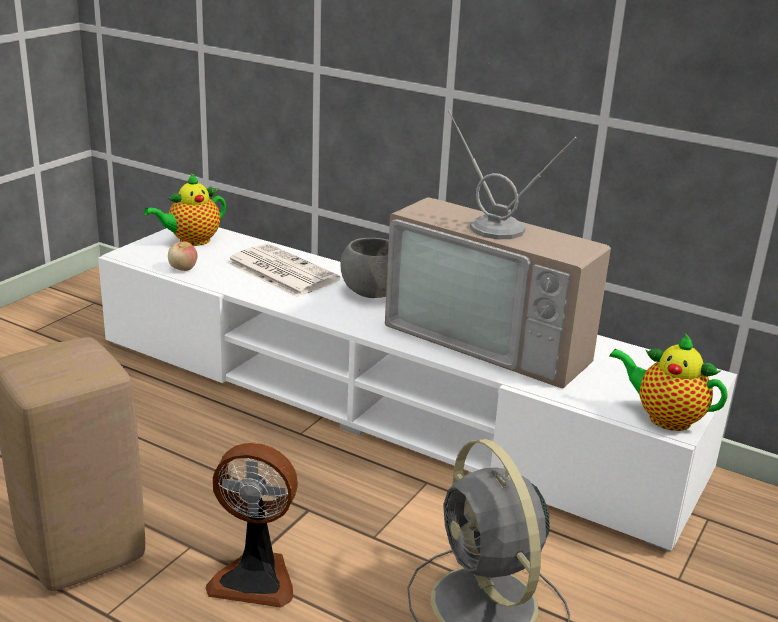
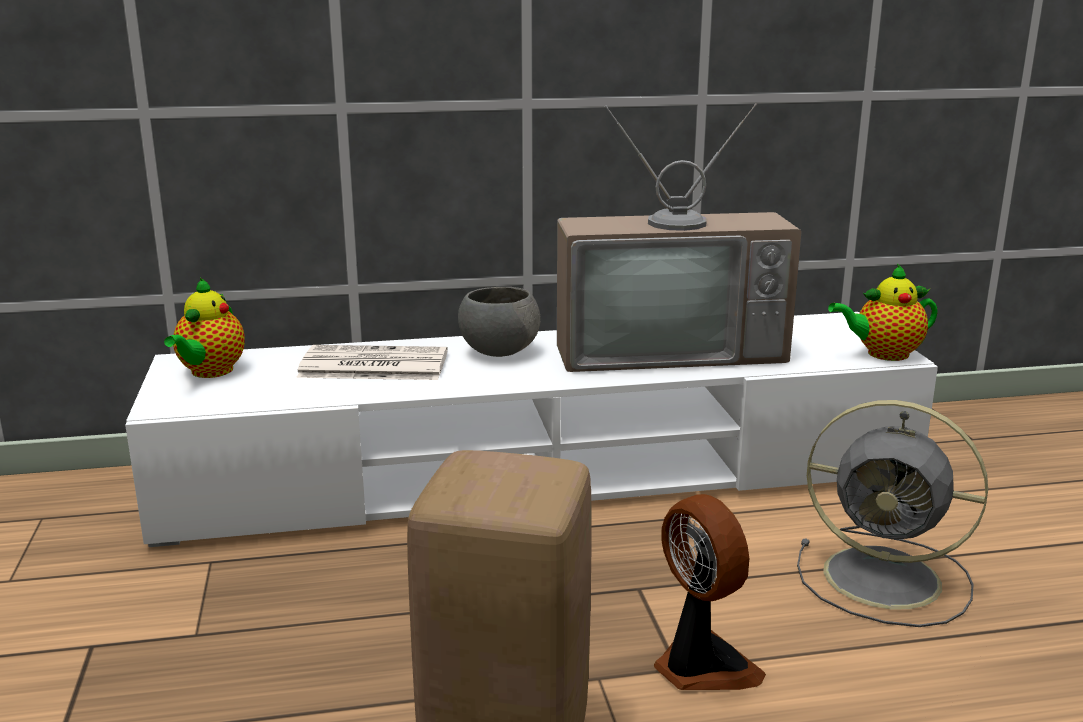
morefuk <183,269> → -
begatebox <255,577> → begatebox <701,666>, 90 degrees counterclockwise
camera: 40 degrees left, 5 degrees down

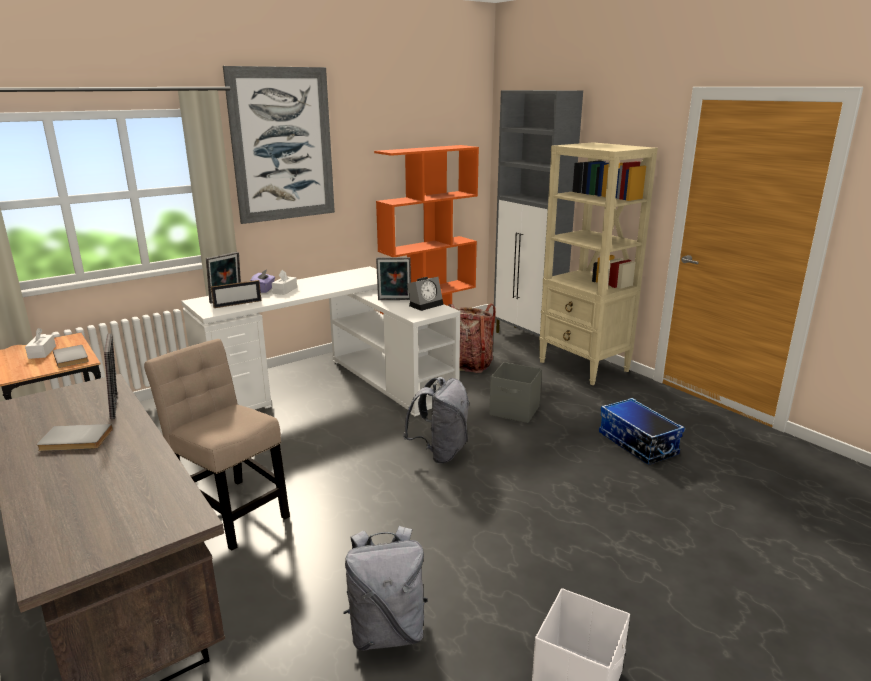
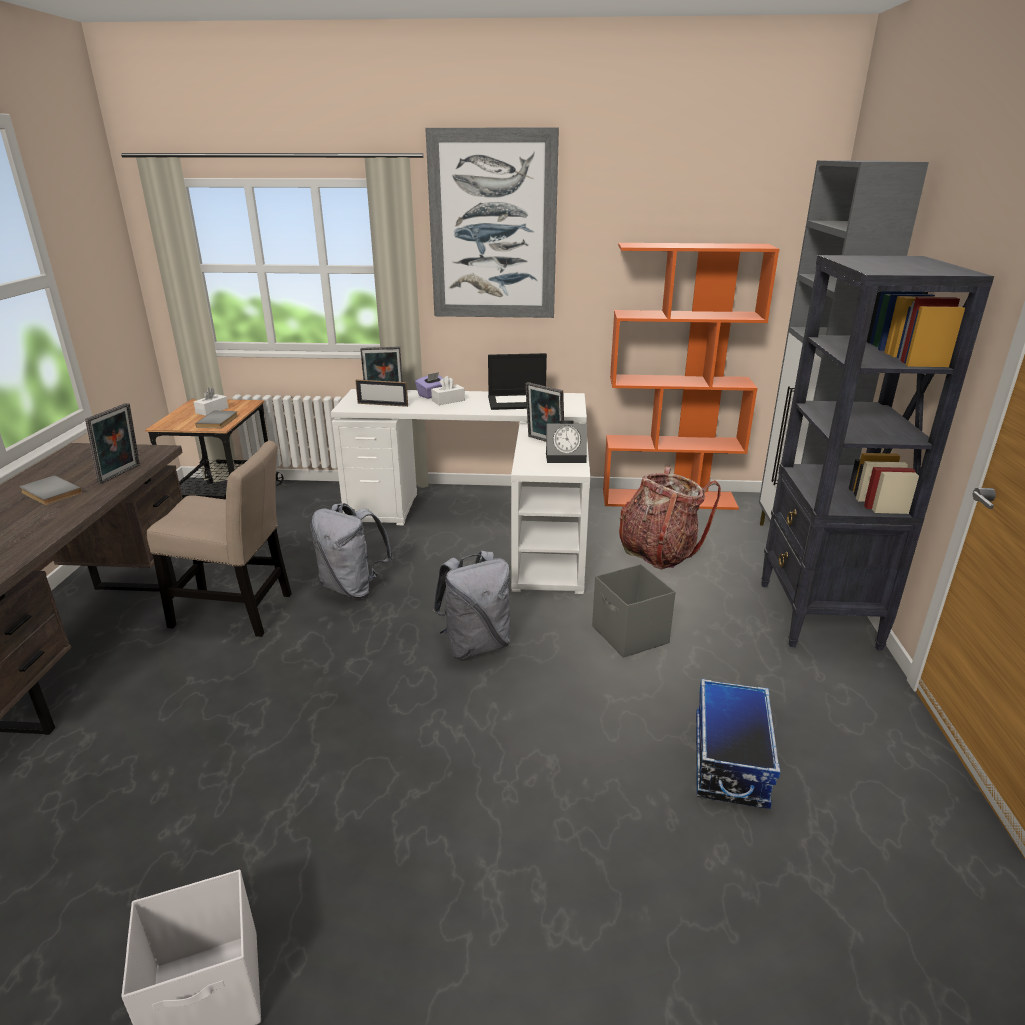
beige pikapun <584,367> → black pikapun <817,616>
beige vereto <230,510> → beige vereto <237,612>, 105 degrees clockwise
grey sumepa <387,631> → grey sumepa <353,588>, move
- → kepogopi <519,401>
camera: 40 degrees right, 5 degrees up

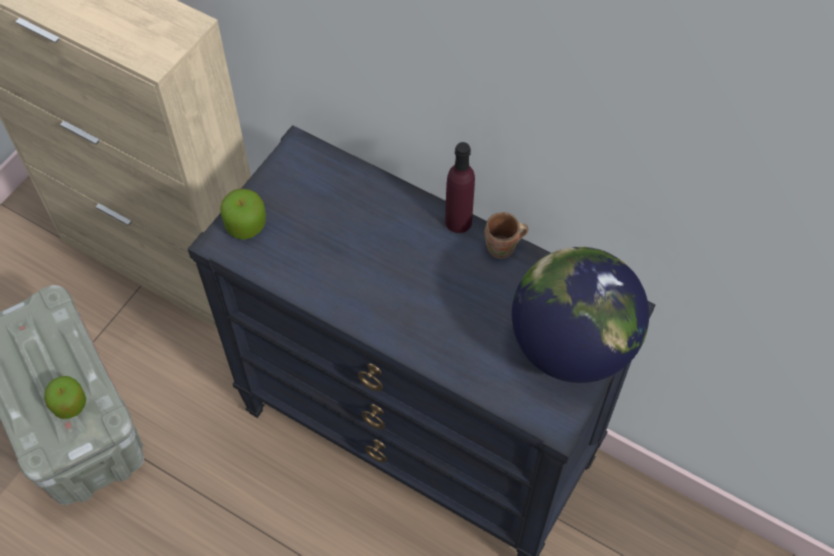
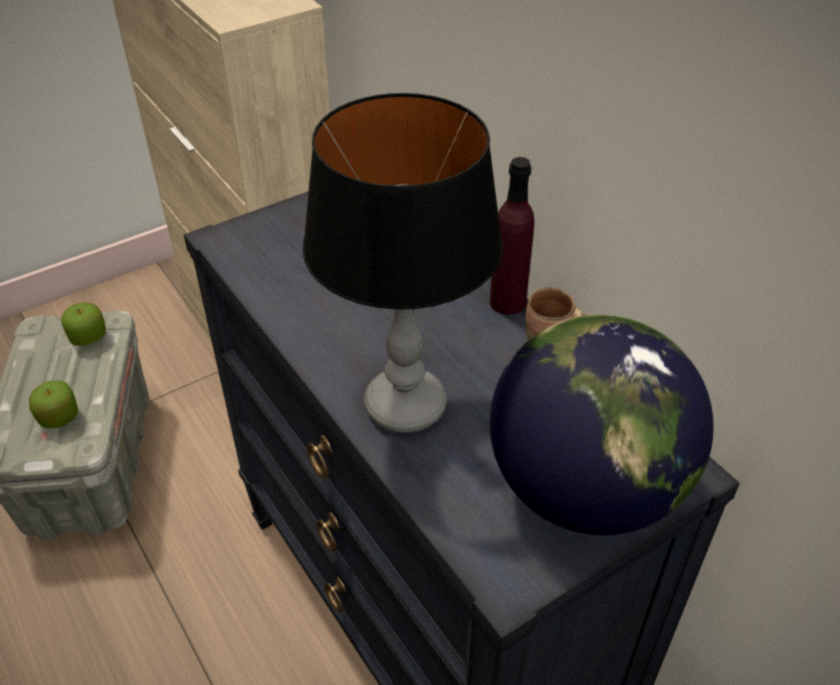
morefuk <246,225> → morefuk <88,337>, move
- → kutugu <406,406>
camera: 25 degrees right, 15 degrees down

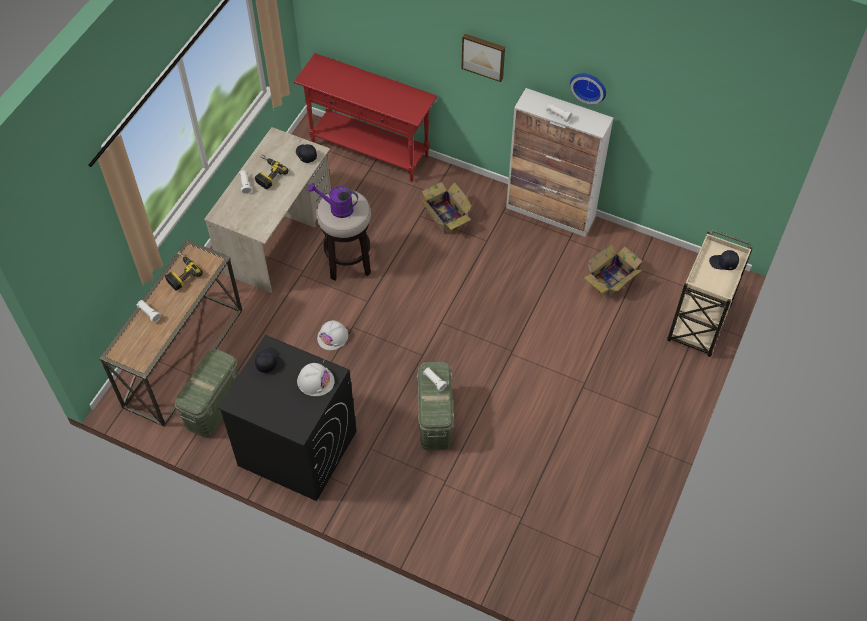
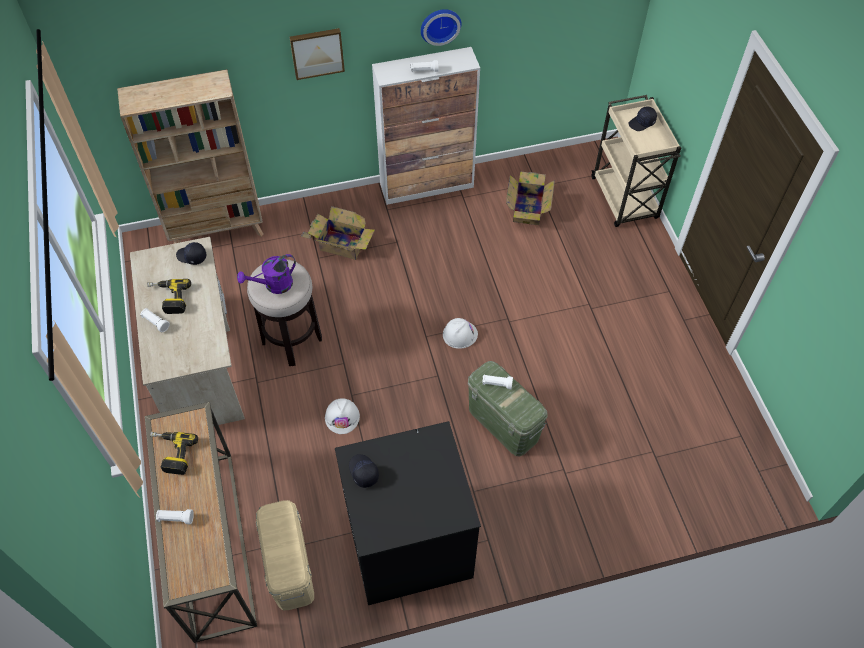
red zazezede <370,151> → beige pikapun <217,231>
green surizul <214,407> → beige surizul <290,568>
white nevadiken <315,381> → white nevadiken <460,334>, move
camera: 40 degrees left, 0 degrees up

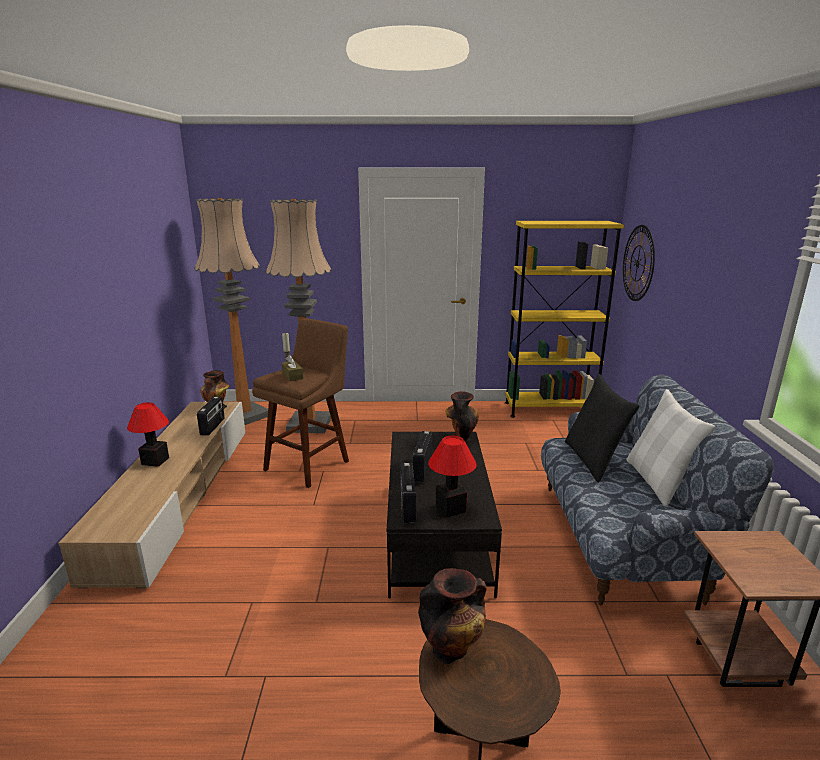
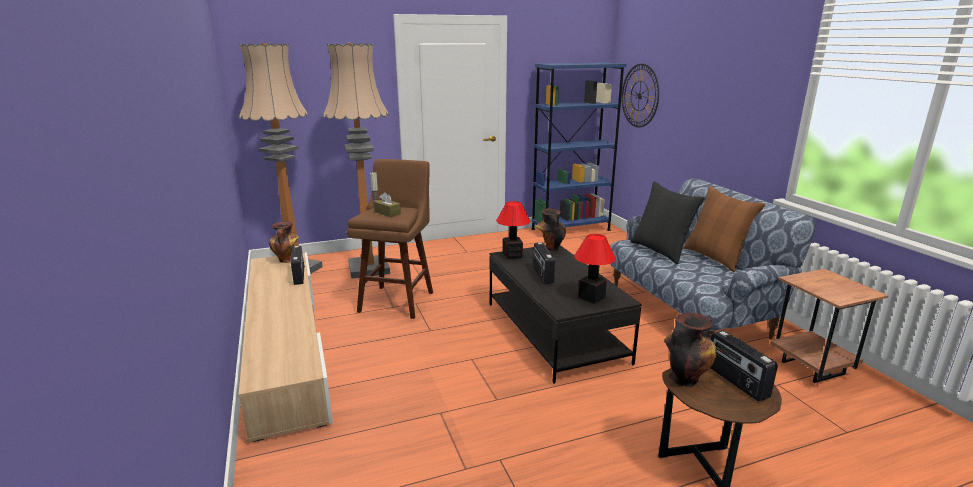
yellow pikapun <549,409> → blue pikapun <570,229>
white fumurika <657,482> → brown fumurika <715,258>
kutugu <155,461> → kutugu <512,255>, move
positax <407,506> → positax <736,381>, move
camera: 20 degrees left, 0 degrees up

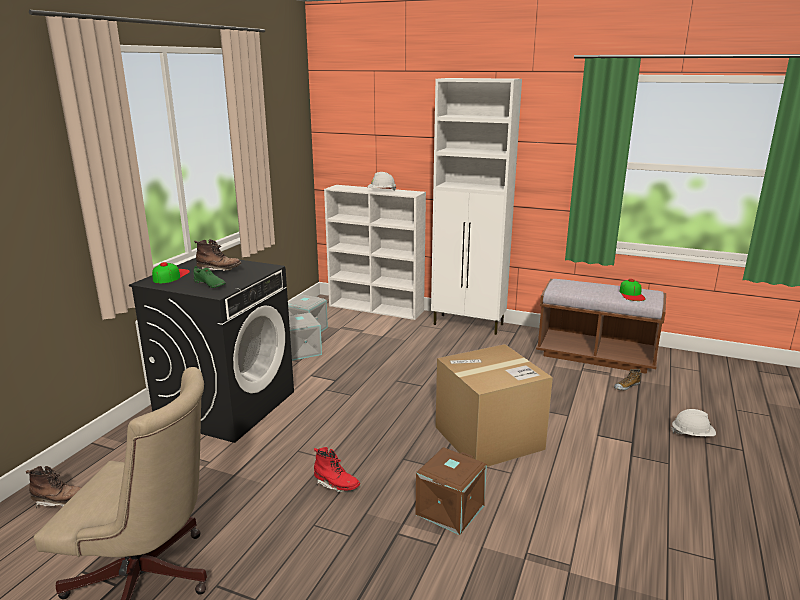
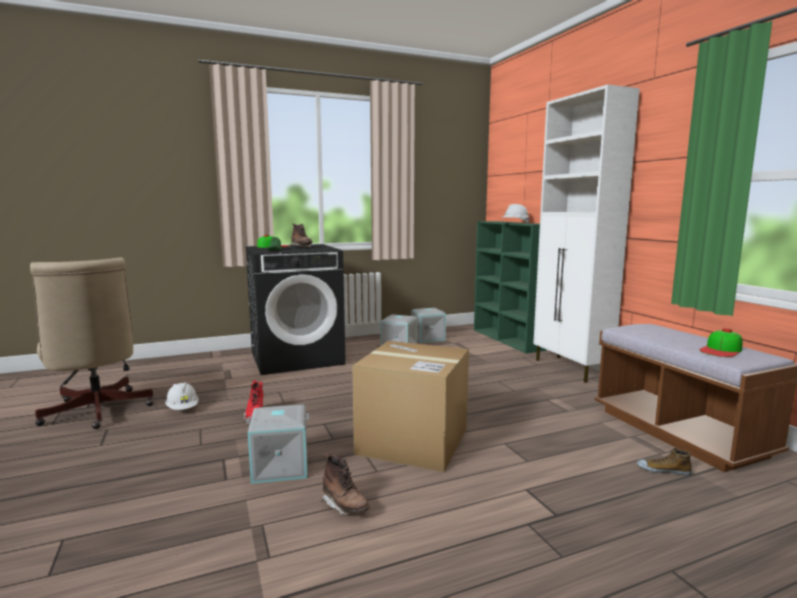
white pikapun <377,308> → green pikapun <508,339>
white nevadiken <692,434> → white nevadiken <183,409>, move
brown surizul <449,509> → grey surizul <281,466>
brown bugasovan <59,501> → brown bugasovan <345,506>, move
camera: 45 degrees right, 10 degrees down

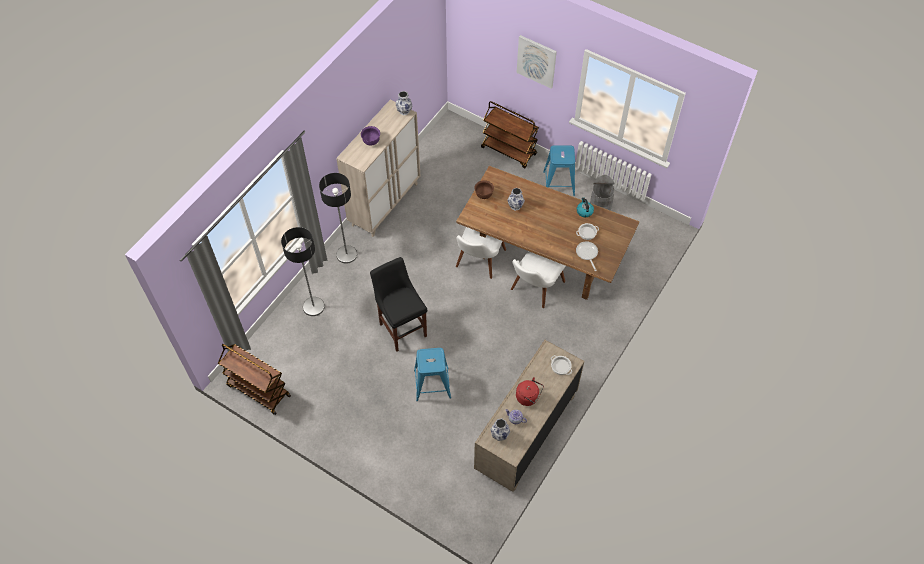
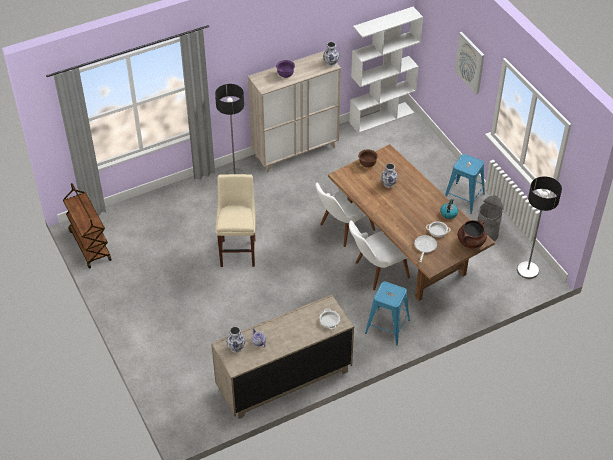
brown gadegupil <509,151> → -
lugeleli <313,306> → lugeleli <527,270>, move
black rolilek <402,328> → beige rolilek <238,251>
blue rolilek <432,384> → blue rolilek <387,326>, move
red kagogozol <528,397> → -
- → white pikapun <382,117>
- → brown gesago <471,241>
camera: 30 degrees right, 10 degrees down

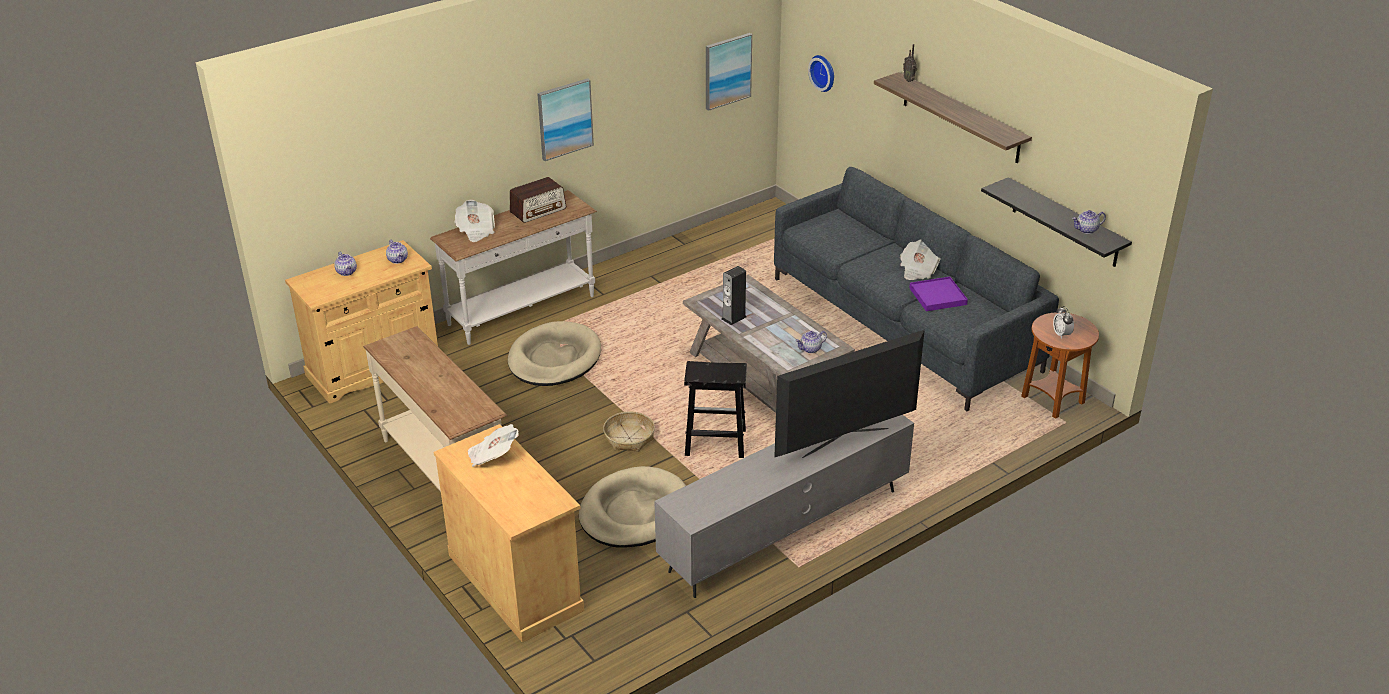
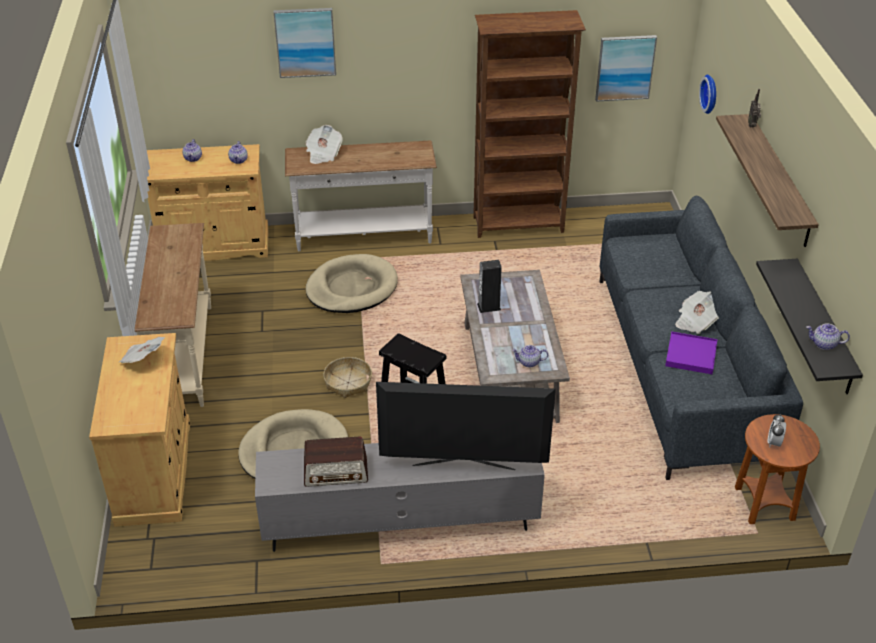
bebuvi <564,119> → bebuvi <305,42>, move
positax <538,210> → positax <336,472>, move
- → brown pikapun <519,225>
camera: 30 degrees right, 5 degrees up

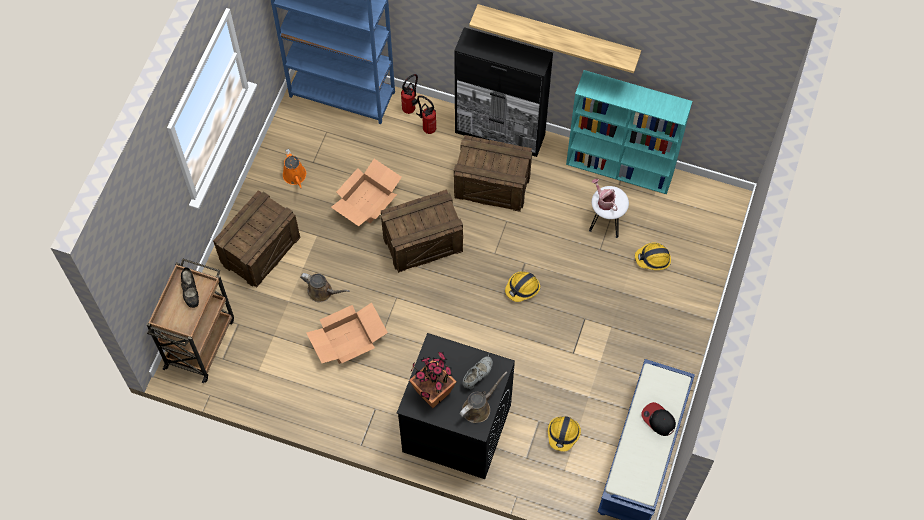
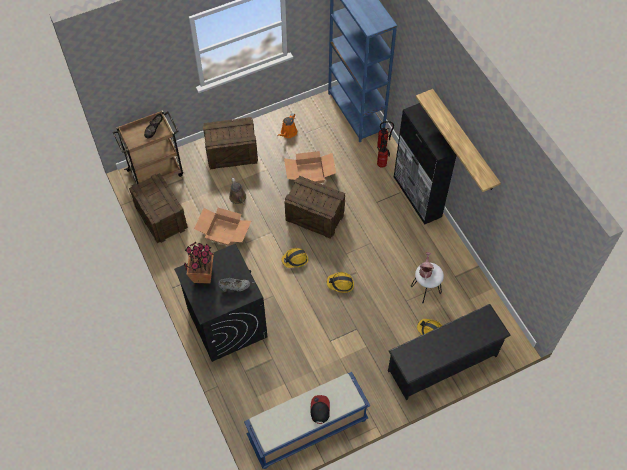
turquoise pikapun <621,168> → -
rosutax <492,185> → rosutax <161,218>, move
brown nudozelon <478,407> → -
nevadiken <563,434> → nevadiken <295,259>, move
- → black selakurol <443,363>
camera: 45 degrees right, 5 degrees down

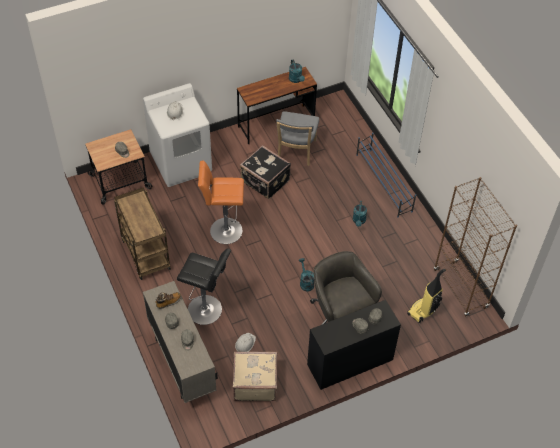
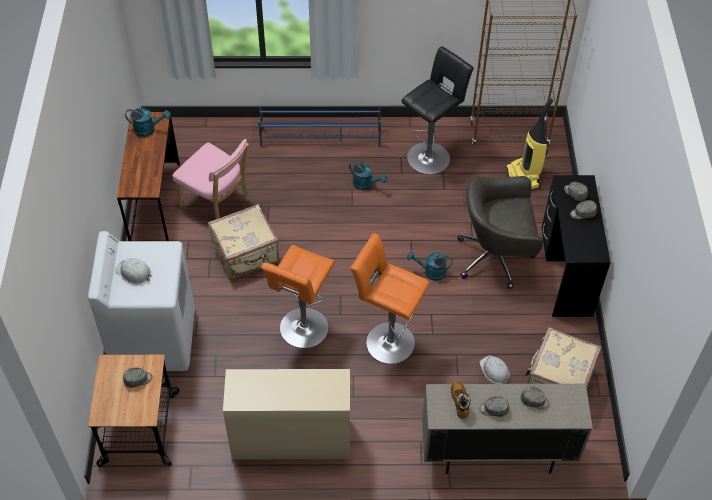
grey vereto <295,152> → pink vereto <217,204>
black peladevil <265,181> → beige peladevil <246,255>
brown gadegupil <145,253> → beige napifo <291,439>
black rolilek <207,310> → black rolilek <430,156>, move
- → orange rolilek <387,341>
camera: 65 degrees left, 0 degrees up

